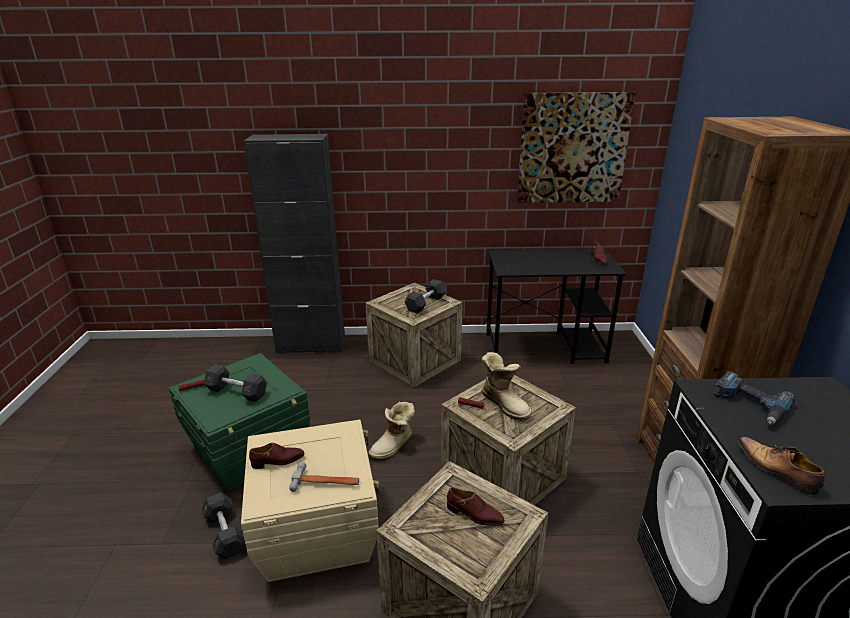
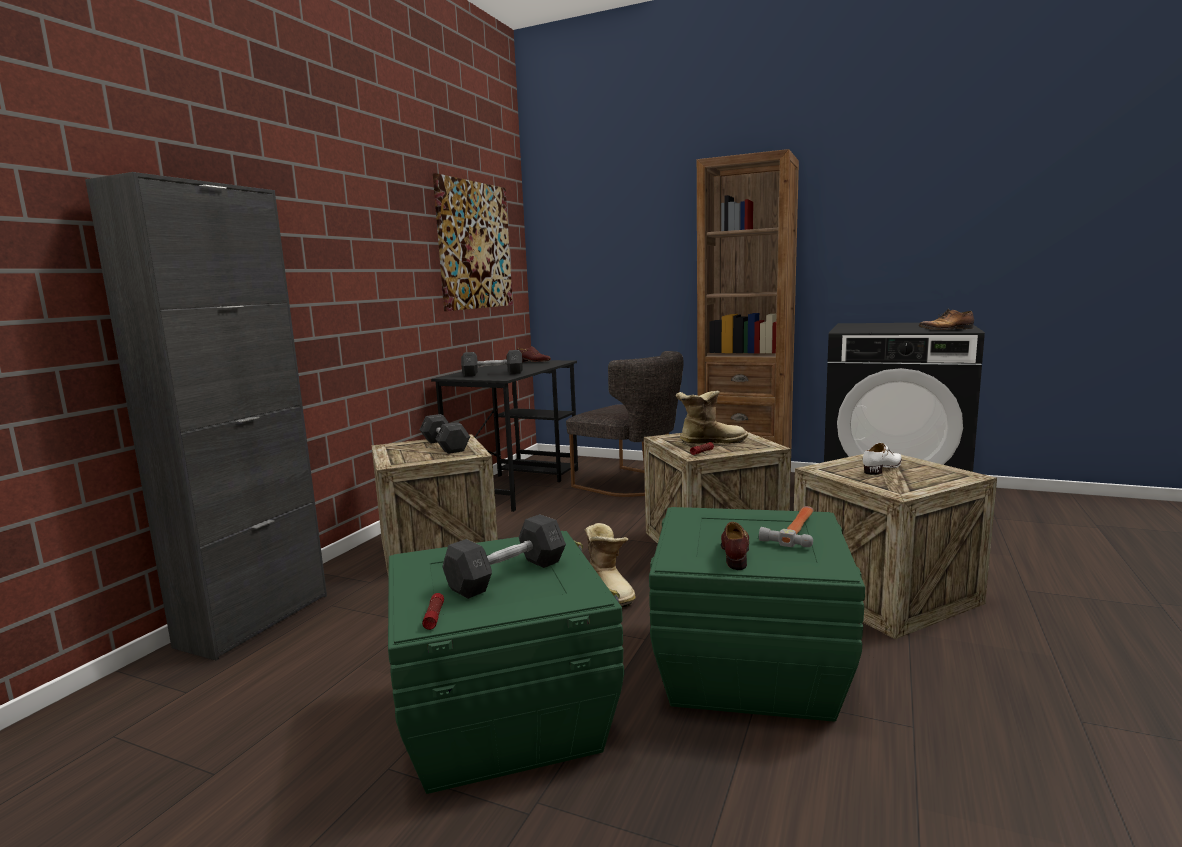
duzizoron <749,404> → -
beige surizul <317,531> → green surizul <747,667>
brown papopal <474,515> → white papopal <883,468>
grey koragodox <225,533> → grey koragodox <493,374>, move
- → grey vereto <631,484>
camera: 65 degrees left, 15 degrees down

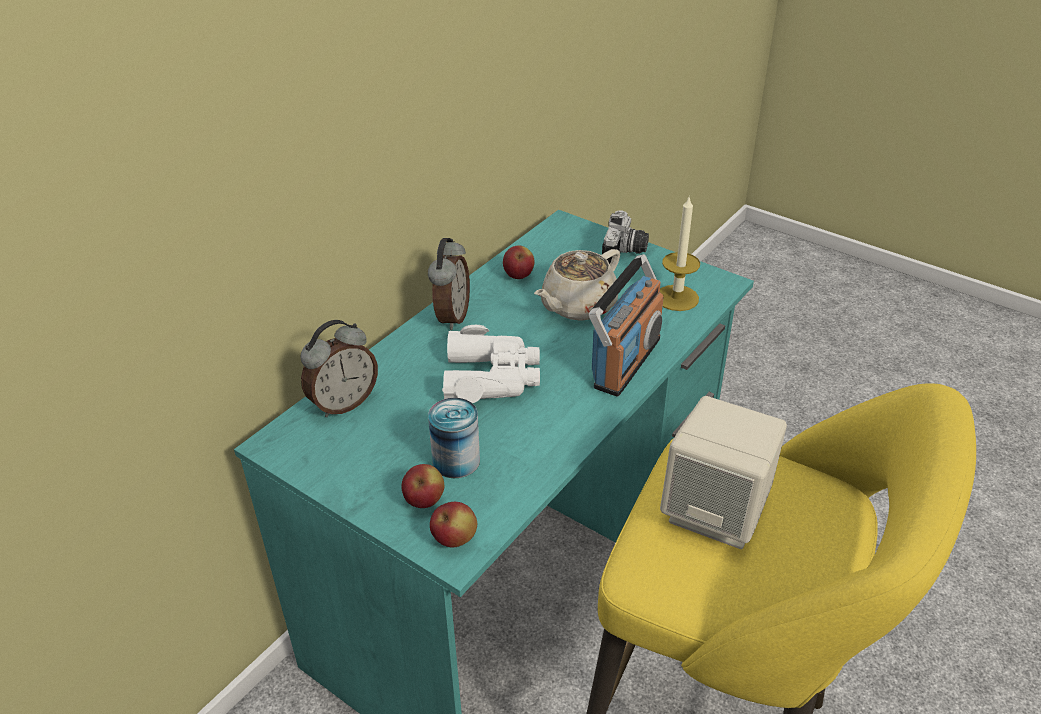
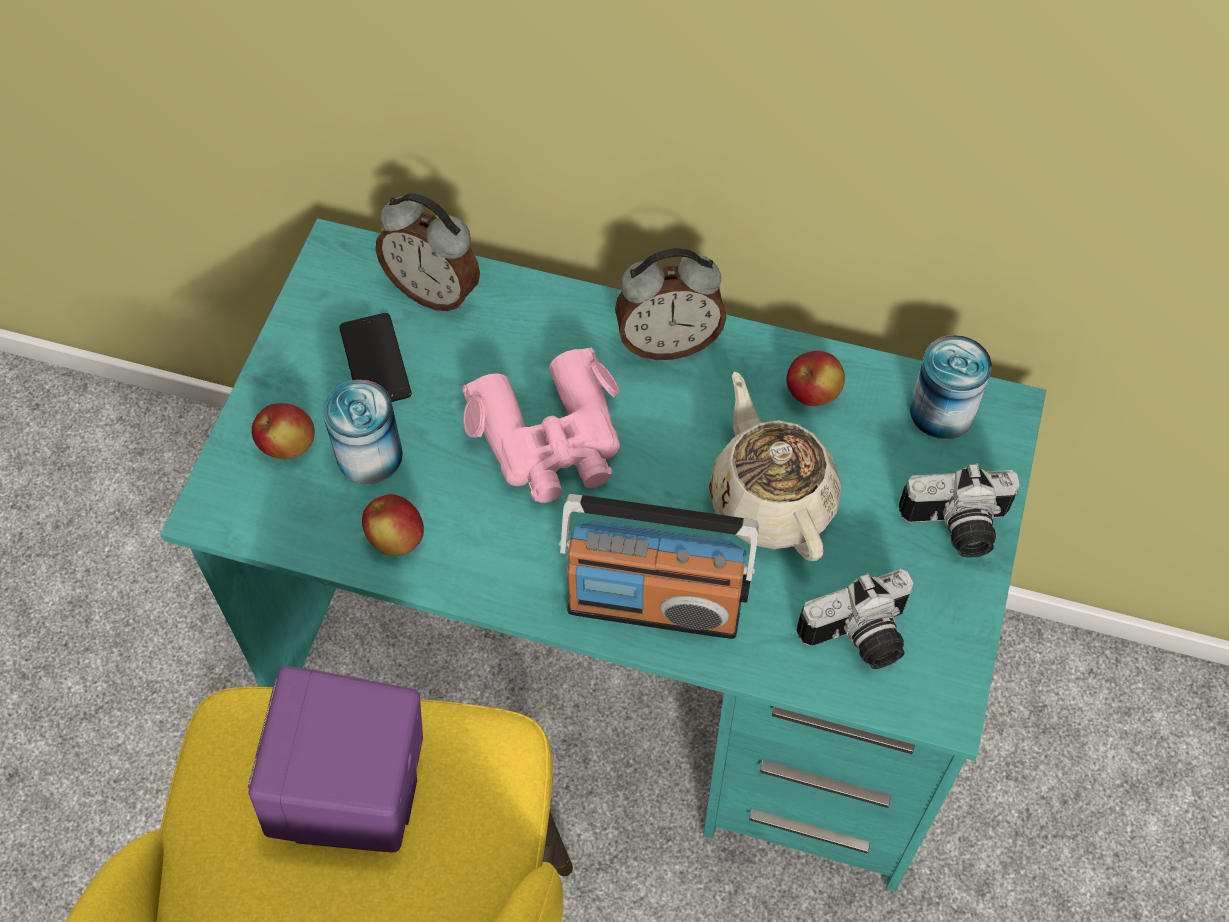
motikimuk <677,298> → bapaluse <860,640>
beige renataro <577,306> → beige renataro <771,499>, 45 degrees clockwise
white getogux <492,377> → pink getogux <551,439>
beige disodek <716,512> → purple disodek <355,796>
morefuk <454,539> → morefuk <396,539>, move
- → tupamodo <375,361>
- → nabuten <942,411>
camera: 70 degrees right, 20 degrees up

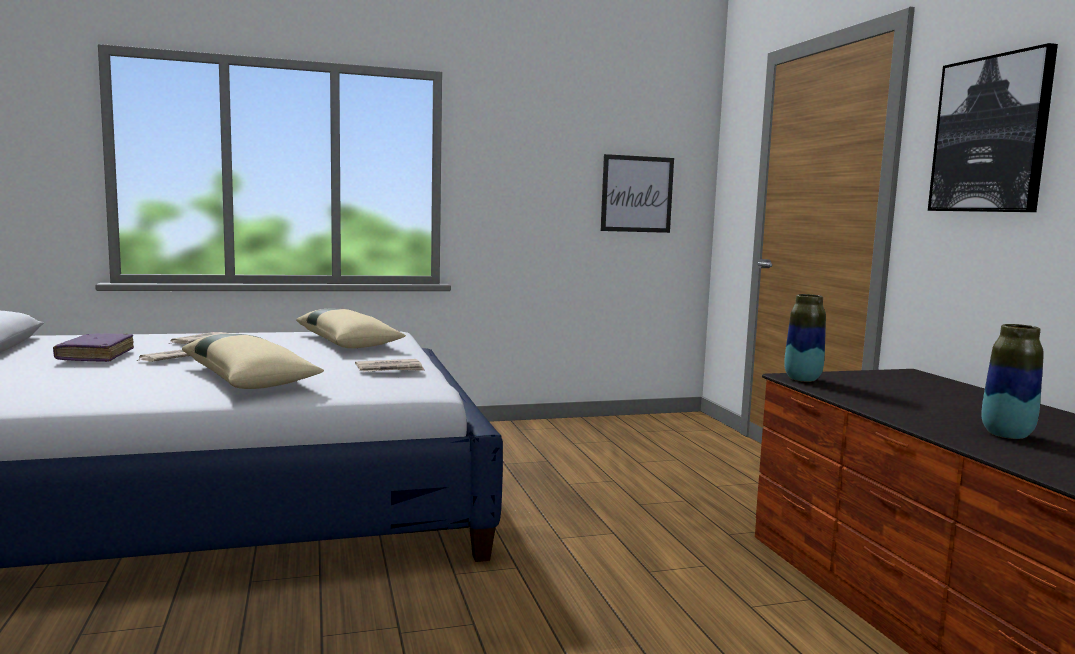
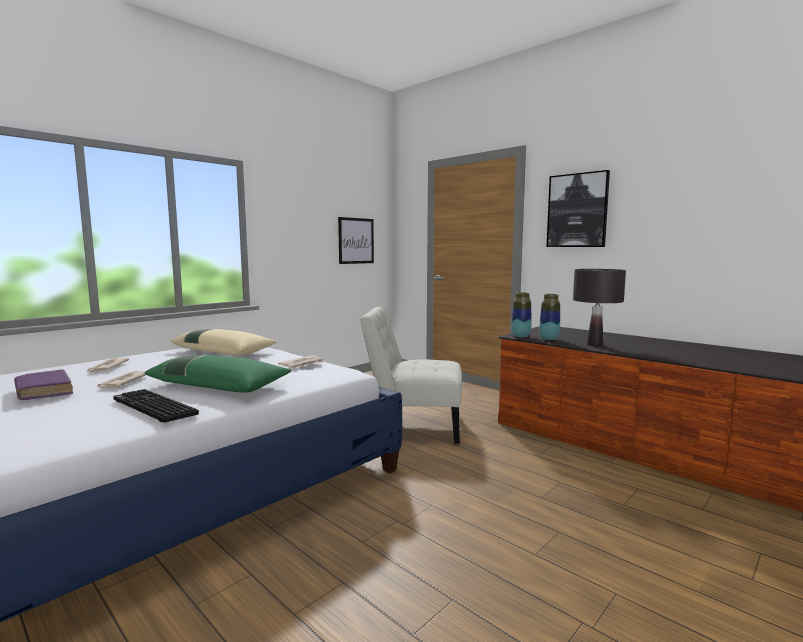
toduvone <1006,435> → toduvone <549,339>, move
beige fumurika <249,377> → green fumurika <219,385>
- → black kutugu <594,344>
- → white vereto <413,427>
- → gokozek <152,407>
camera: 30 degrees left, 0 degrees up

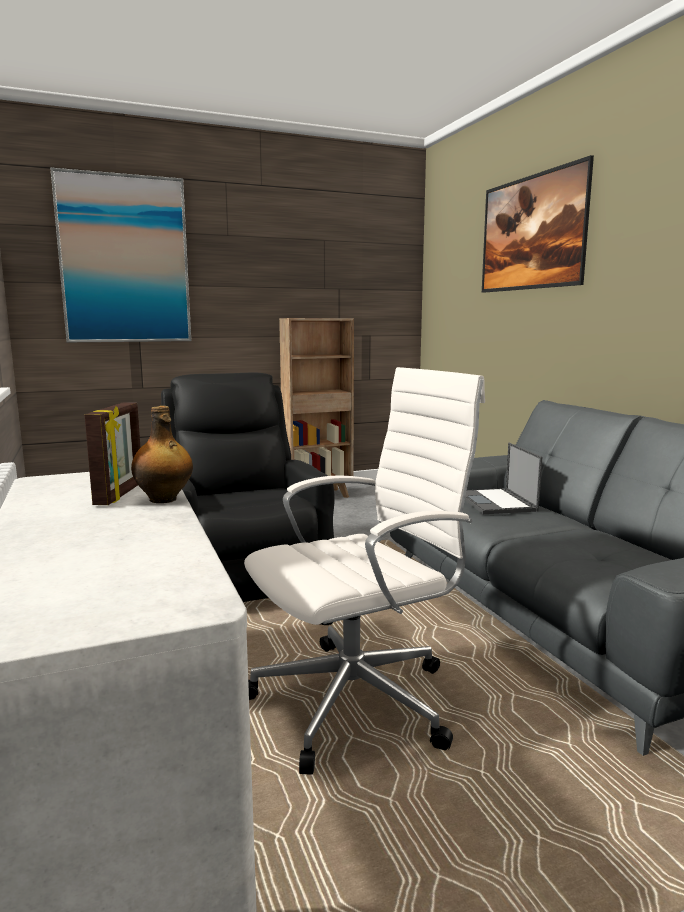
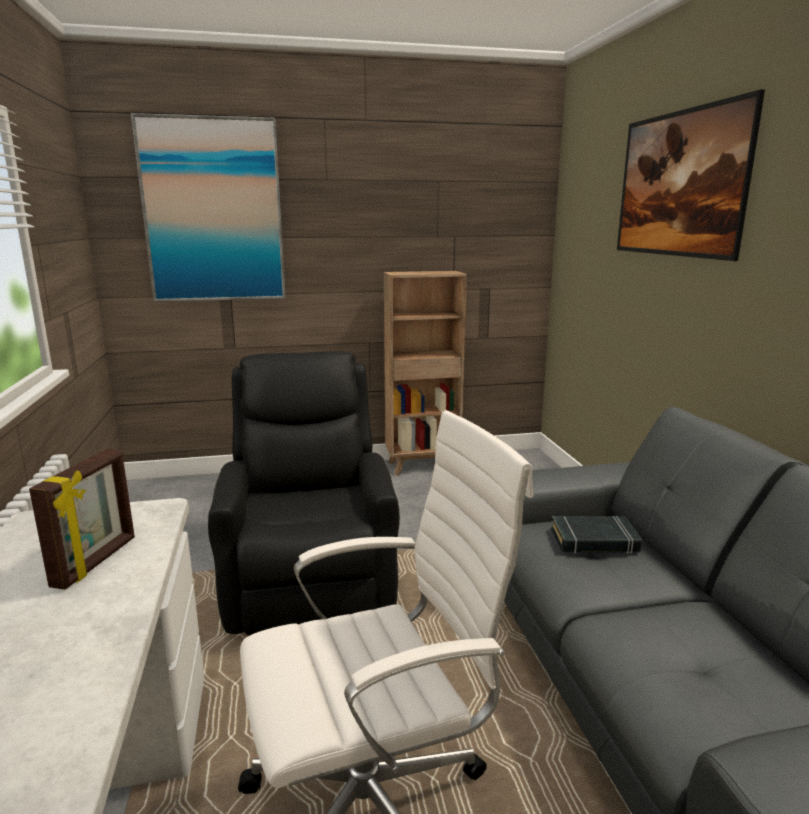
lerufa <164,499> → -
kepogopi <496,502> → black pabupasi <594,540>
camera: 10 degrees right, 5 degrees up

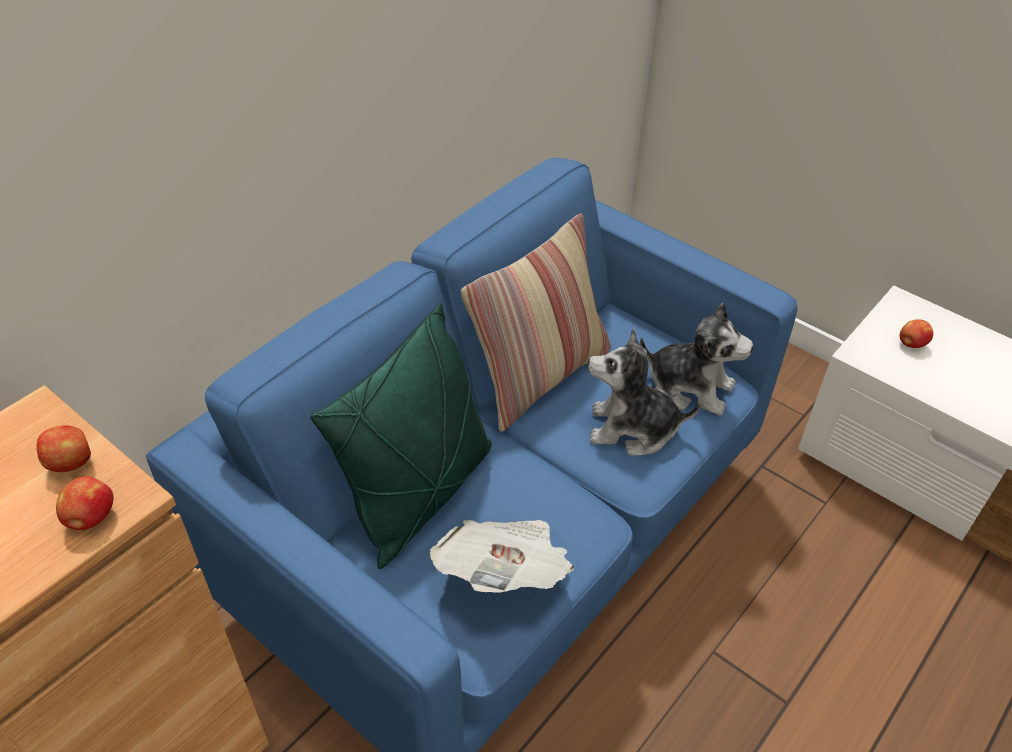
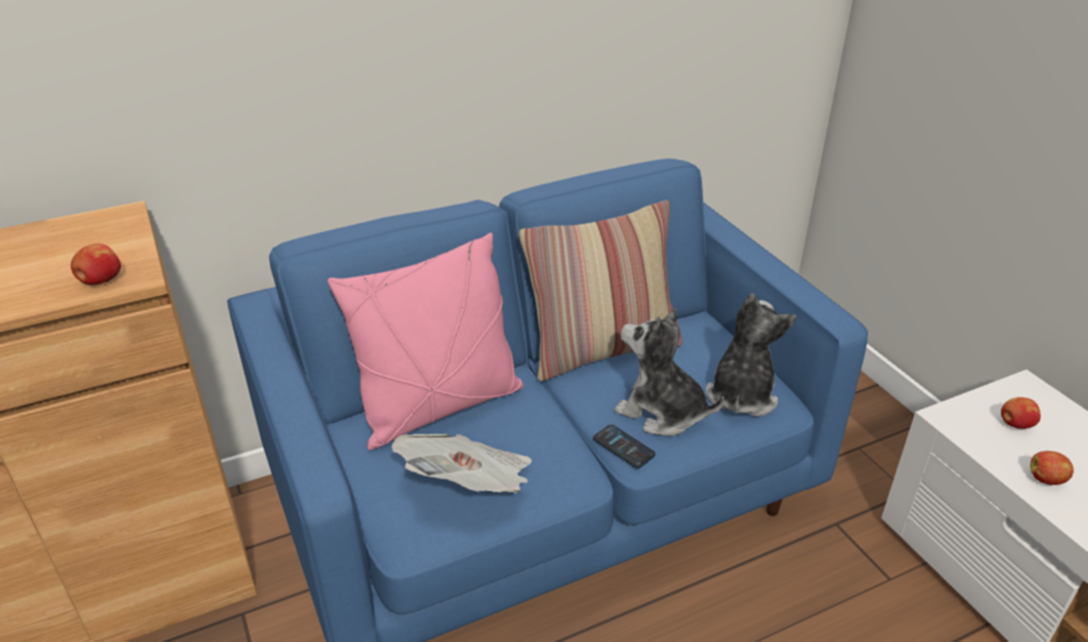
green fumurika <420,494> → pink fumurika <439,407>
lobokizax <690,387> → lobokizax <741,395>, 120 degrees counterclockwise
morefuk <71,463> → morefuk <1046,479>, move
- → tupamodo <623,447>
camera: 25 degrees right, 10 degrees down

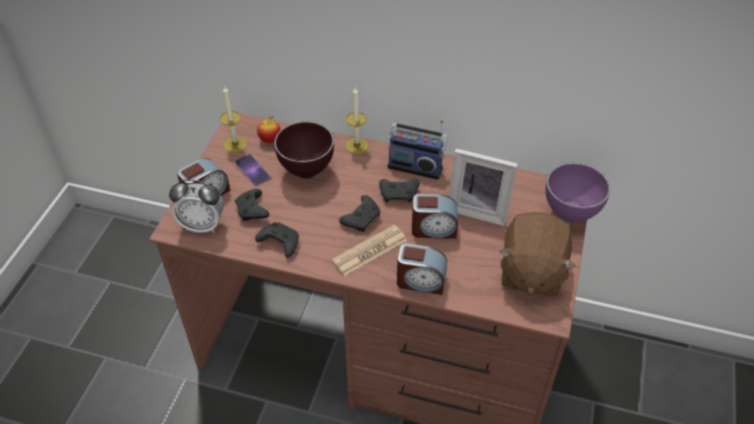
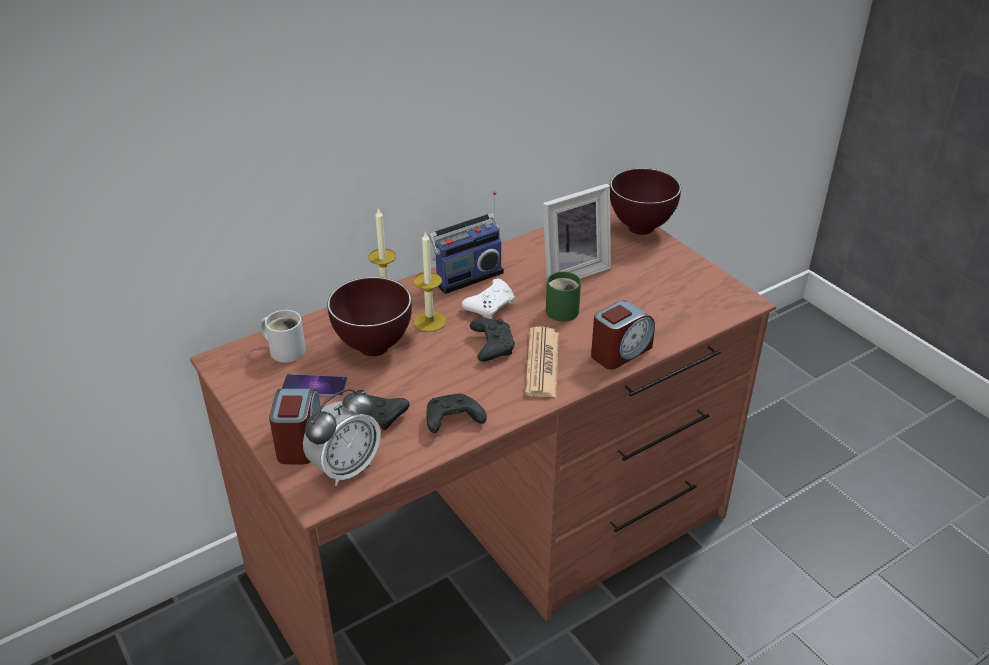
motikimuk <235,145> → motikimuk <429,321>, move
morefuk <270,139> → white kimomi <286,349>
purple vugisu <568,214> → brown vugisu <639,229>
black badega <399,194> → white badega <491,306>
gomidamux <433,229> → green kimomi <563,309>
brown lobokizax <531,272> → -
camera: 50 degrees left, 10 degrees down

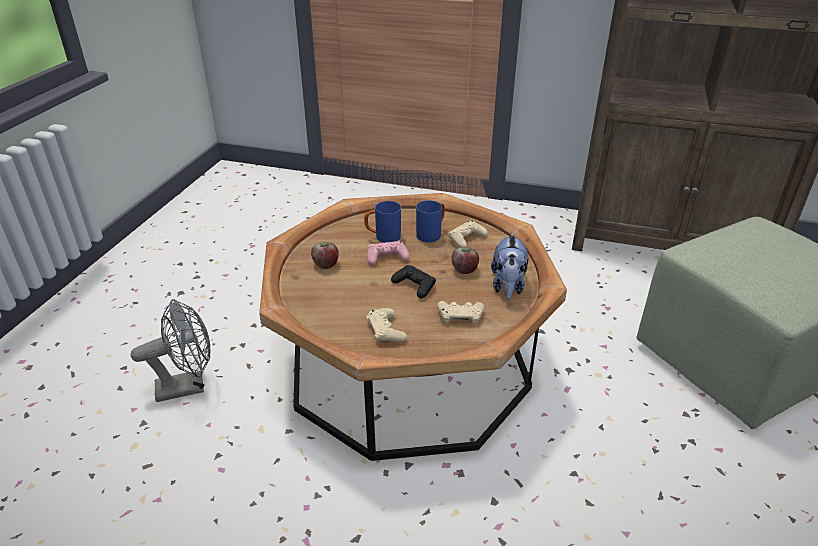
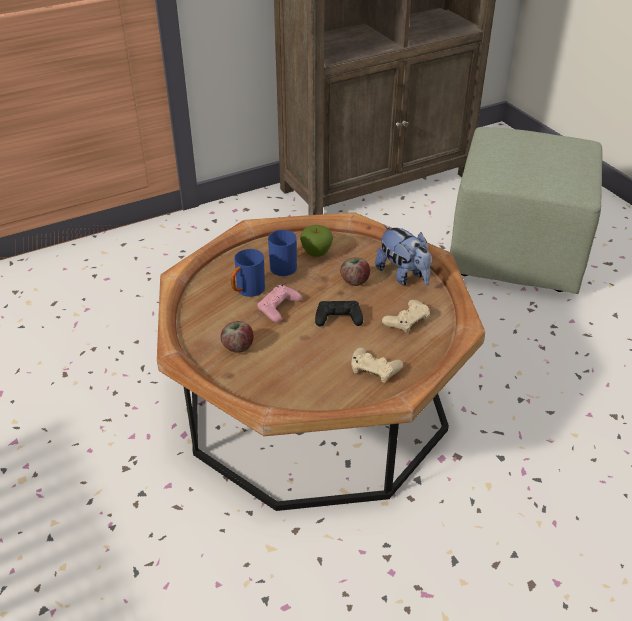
beige badega <466,239> → morefuk <316,253>
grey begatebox <188,386> → -
camera: 45 degrees left, 5 degrees up

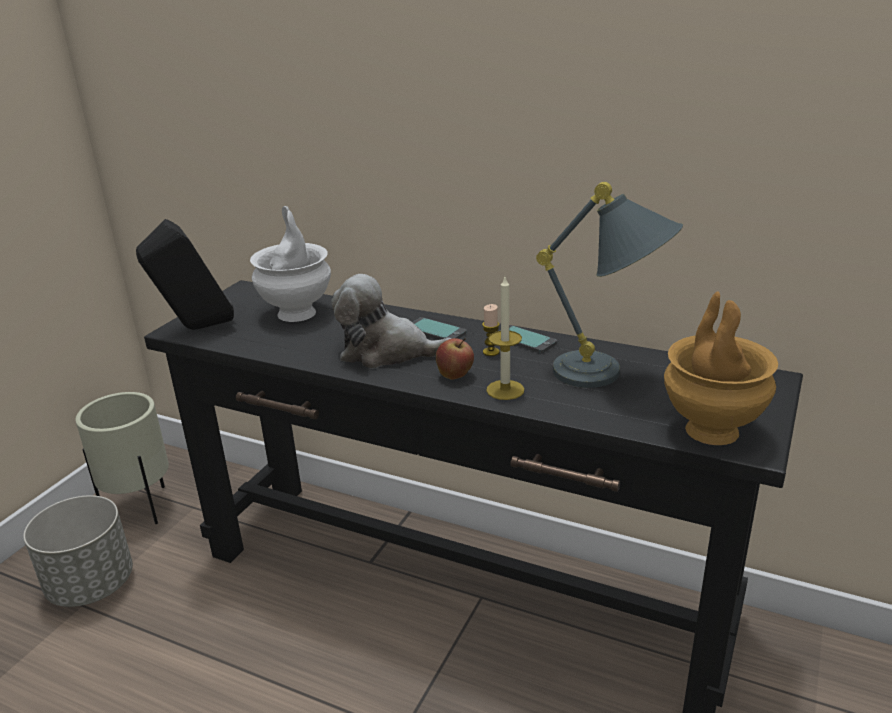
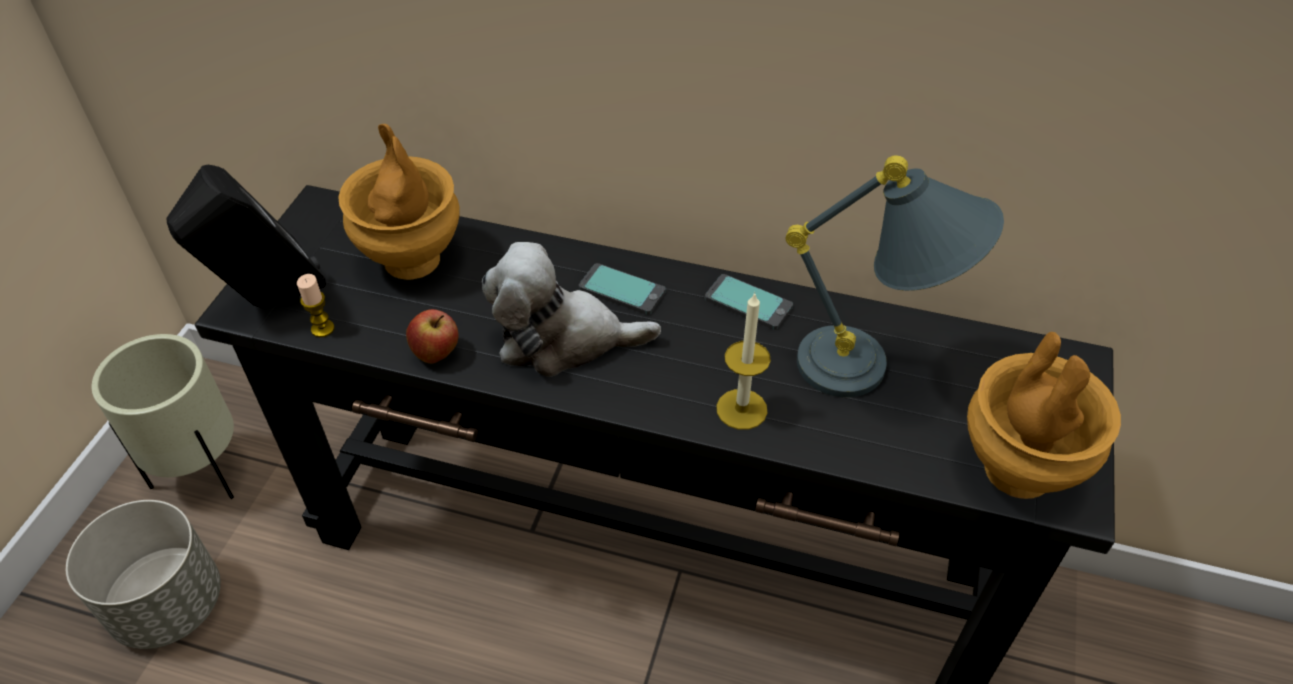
white toduvone <297,314> → brown toduvone <413,261>
motikimuk <491,352> → motikimuk <322,329>, move
morefuk <455,375> → morefuk <437,354>, move
camera: 10 degrees left, 20 degrees up

